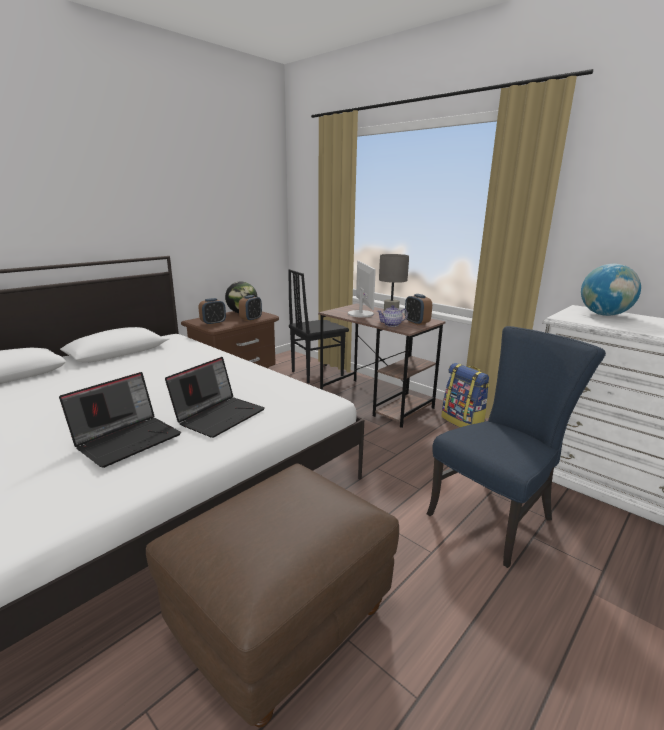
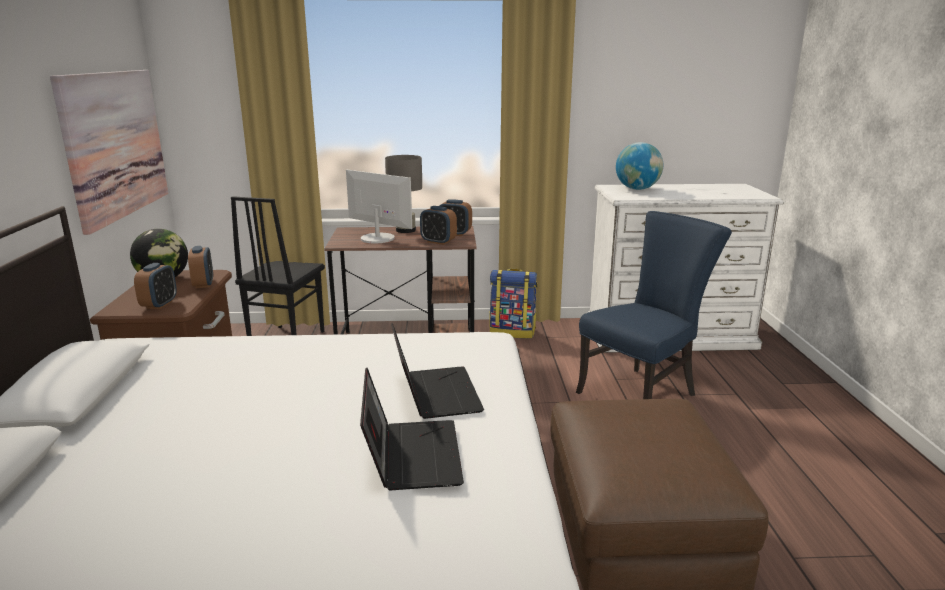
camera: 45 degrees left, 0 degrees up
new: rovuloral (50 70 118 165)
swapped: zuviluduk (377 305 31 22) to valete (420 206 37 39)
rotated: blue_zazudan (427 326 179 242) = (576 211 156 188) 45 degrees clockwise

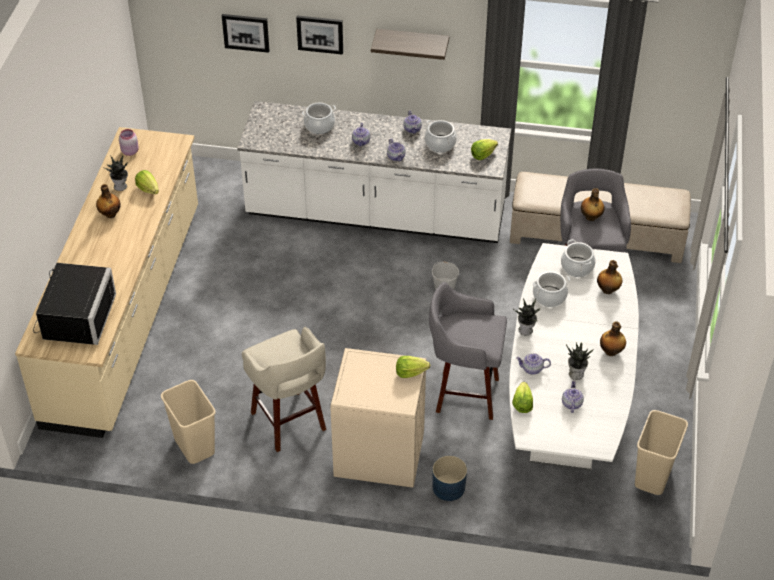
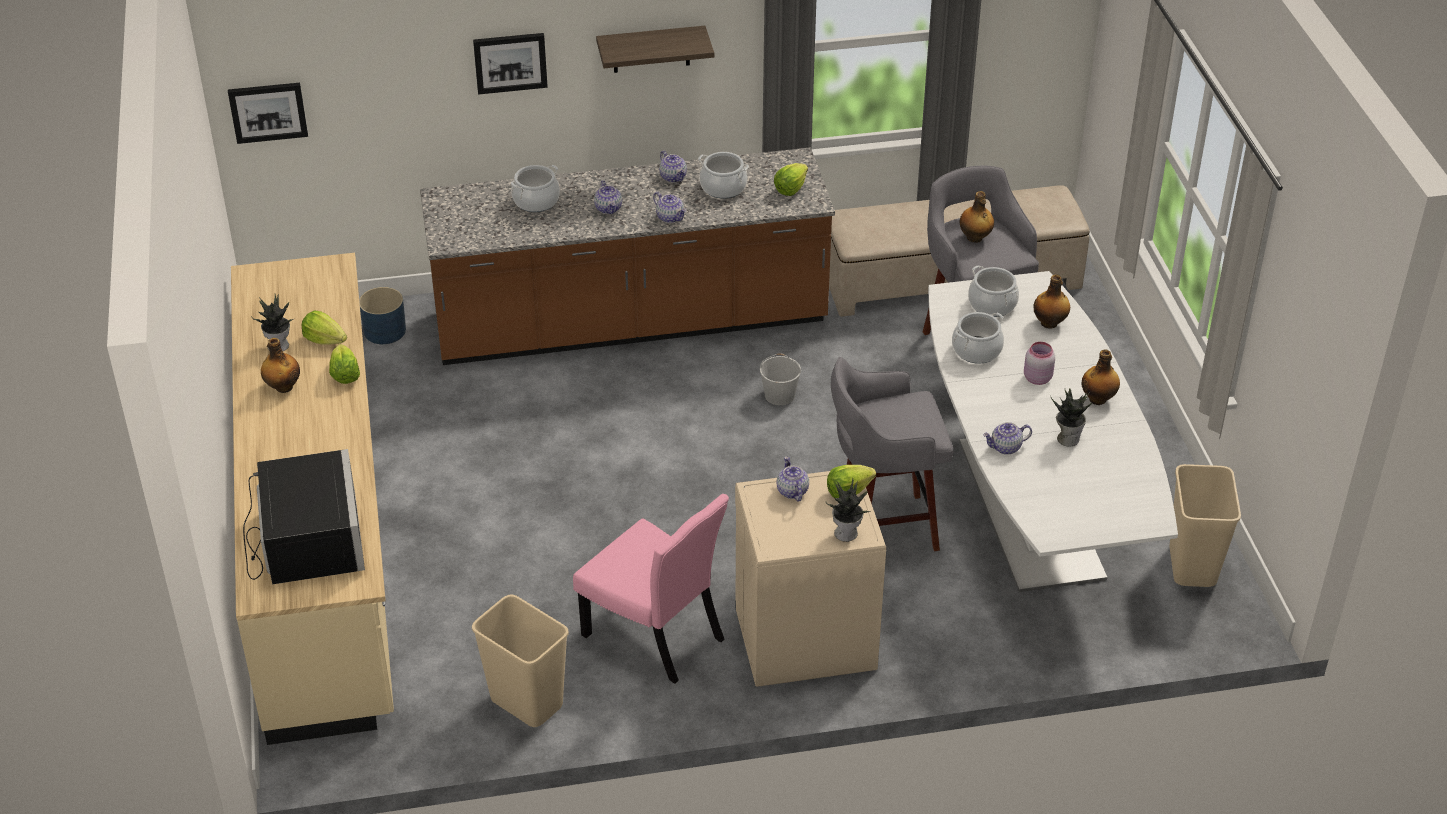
camera: 20 degrees left, 5 degrees down
shifted: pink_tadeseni (119 129 20 27) to (1024 342 31 43); rovuloral (222 14 48 39) to (228 83 80 61); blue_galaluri (432 456 35 45) to (359 287 47 57); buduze (512 382 21 31) to (329 344 31 40); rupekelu (513 298 28 37) to (826 478 45 64); zuviluduk (562 380 22 33) to (777 456 32 46)
swapped: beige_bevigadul (242 327 84 125) to pink_zazudan (573 494 156 190)
repainted: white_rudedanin (237 101 274 142) to brown_rudedanin (420 147 415 218)

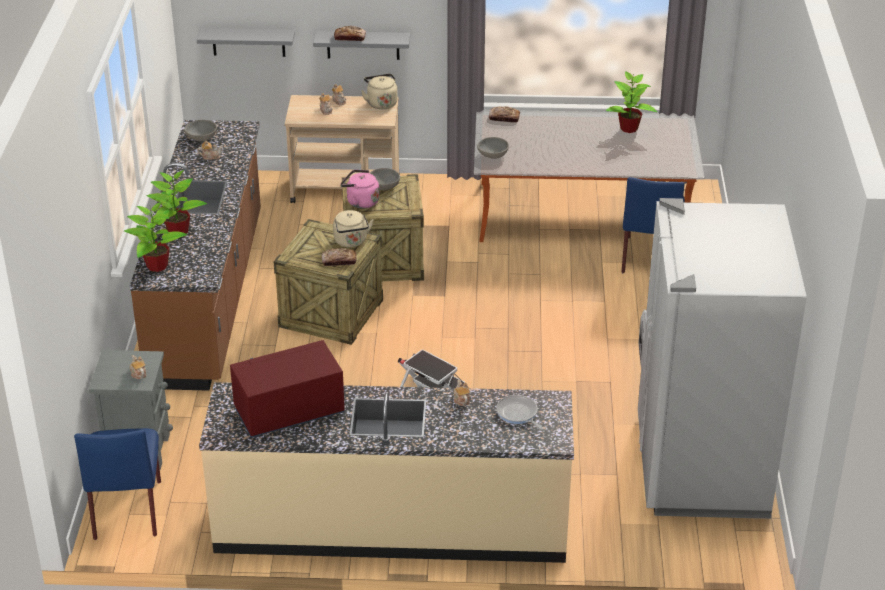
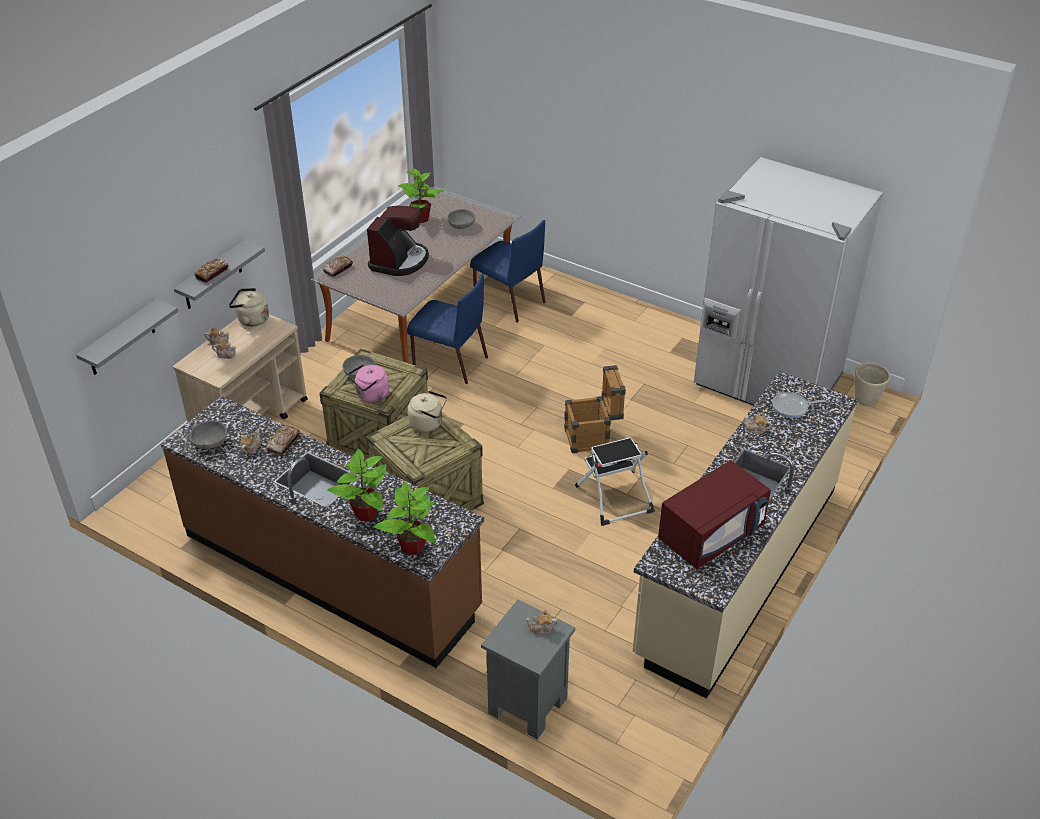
camera: 60 degrees left, 5 degrees up
new: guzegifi (367 206 62 70); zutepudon (564 365 62 88); beige_galaluri (854 362 36 44)
shifted: blue_zazudan (74 428 87 112) to (407 273 81 111); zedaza (322 248 34 18) to (266 425 34 30); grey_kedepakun (477 137 32 22) to (447 209 29 20)
rotated: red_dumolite (230 340 115 98) = (658 460 113 109) 135 degrees counterclockwise

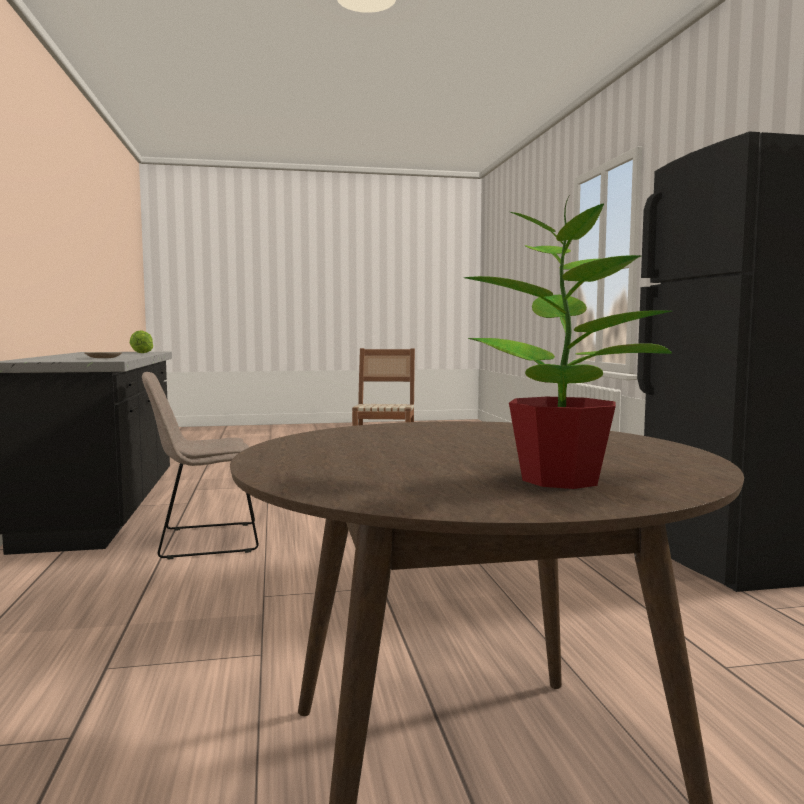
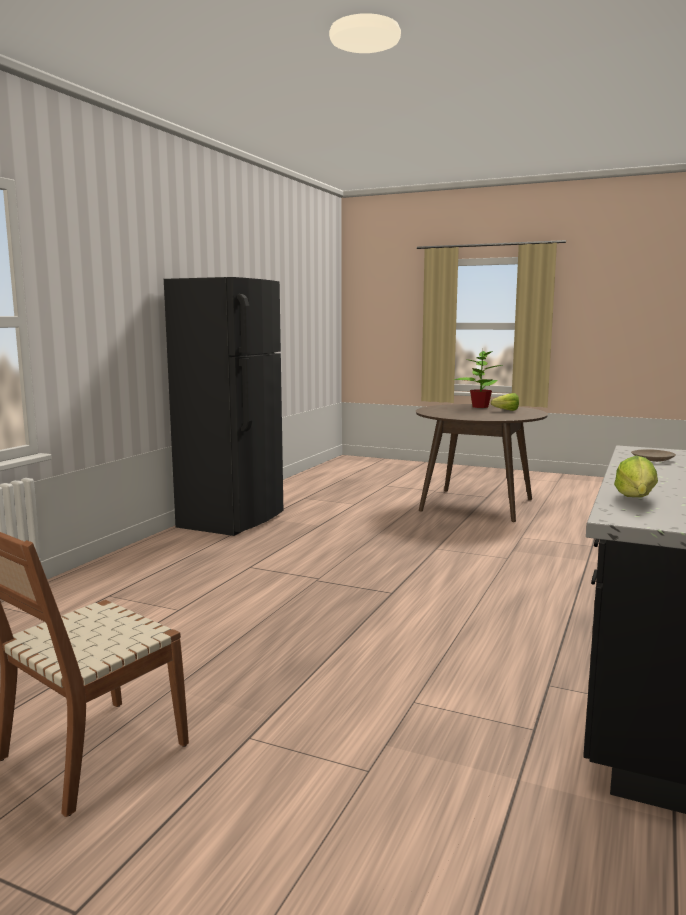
camera: 145 degrees left, 5 degrees up
gone: beige_zazudan (142 372 117 188)
new: buduze (491 393 28 18)

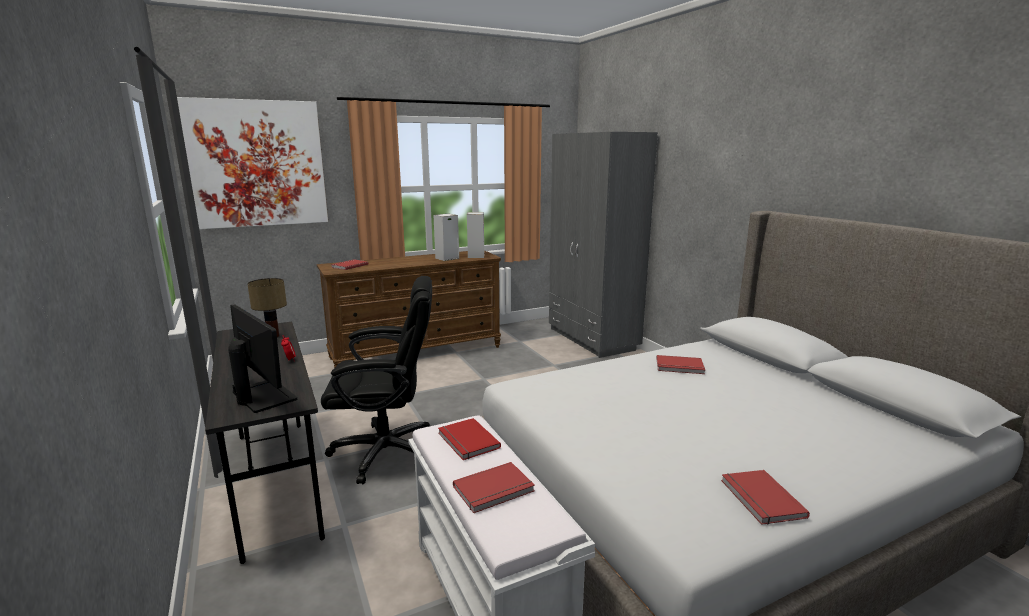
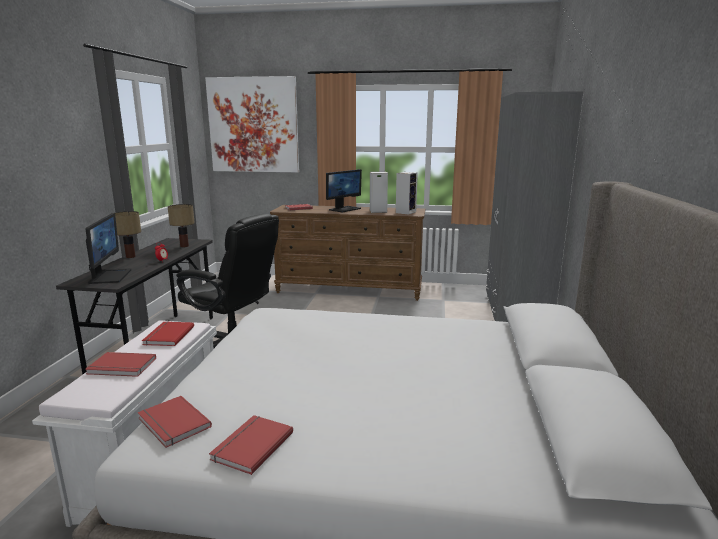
camera: 35 degrees right, 0 degrees up
new: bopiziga (115 211 26 47); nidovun (326 169 36 43)
shifted: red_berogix (656 355 49 19) to (138 396 74 52)

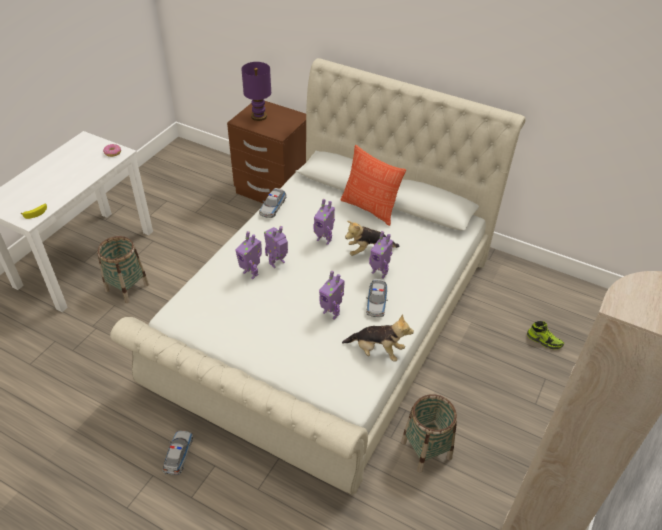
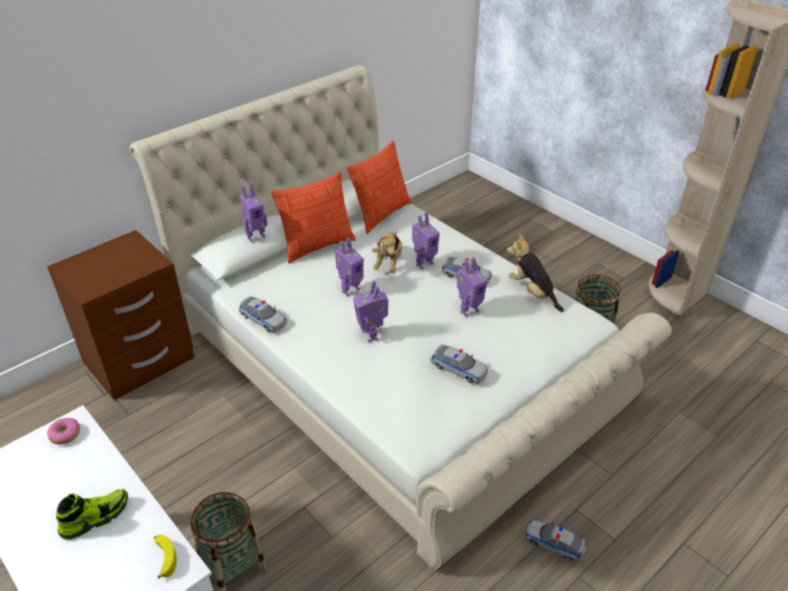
camera: 70 degrees left, 5 degrees down
gone: purple_bopiziga (241 62 30 59)
new: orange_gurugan (346 140 66 94); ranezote (430 344 58 40)
shifted: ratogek (235 231 27 48) to (240 184 27 58); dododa (527 321 37 29) to (56 489 72 51)
rotated: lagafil (342 314 72 48) = (507 234 57 78) 75 degrees counterclockwise

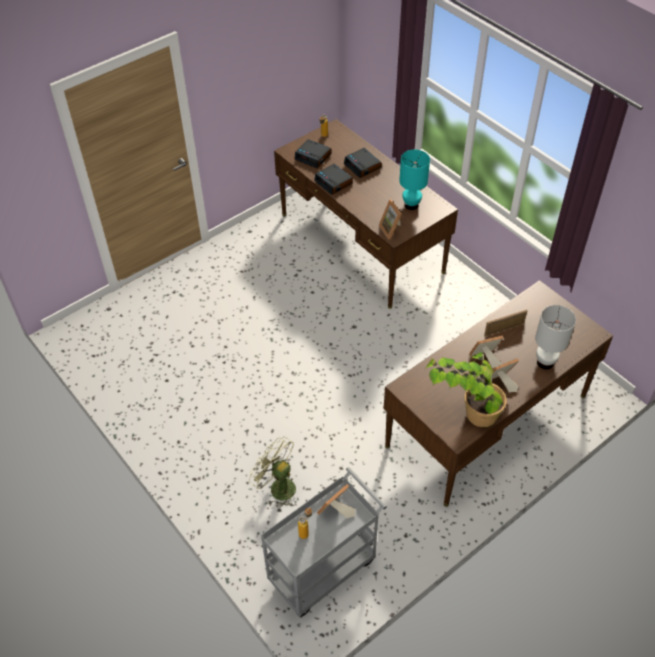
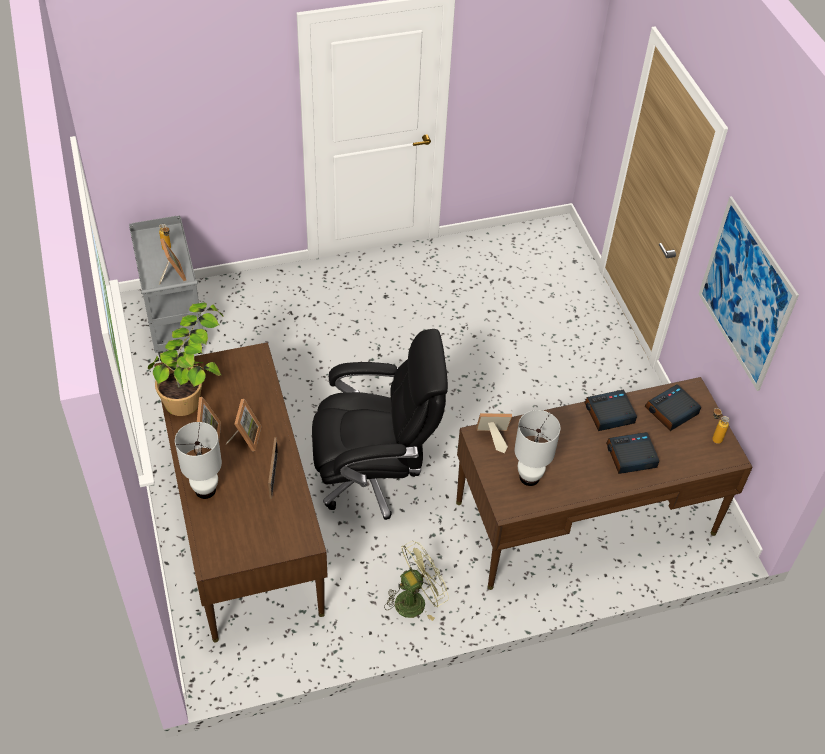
camera: 110 degrees right, 0 degrees up
new: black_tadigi (312 329 136 191); rovuloral (699 196 100 195)
shifted: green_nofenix (249 437 47 71) to (384 541 65 80)
repainted: turquoise_bopiziga (399 150 31 60) to white_bopiziga (514 410 46 76)

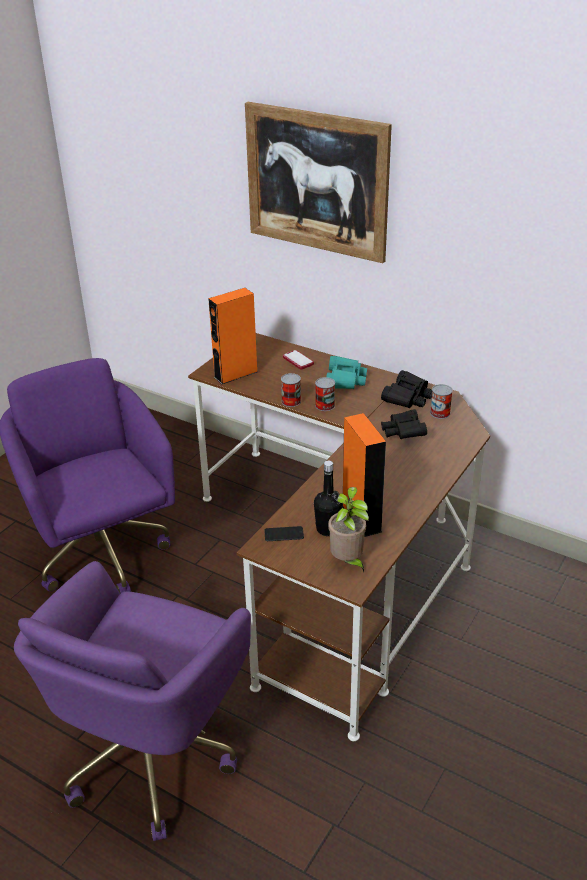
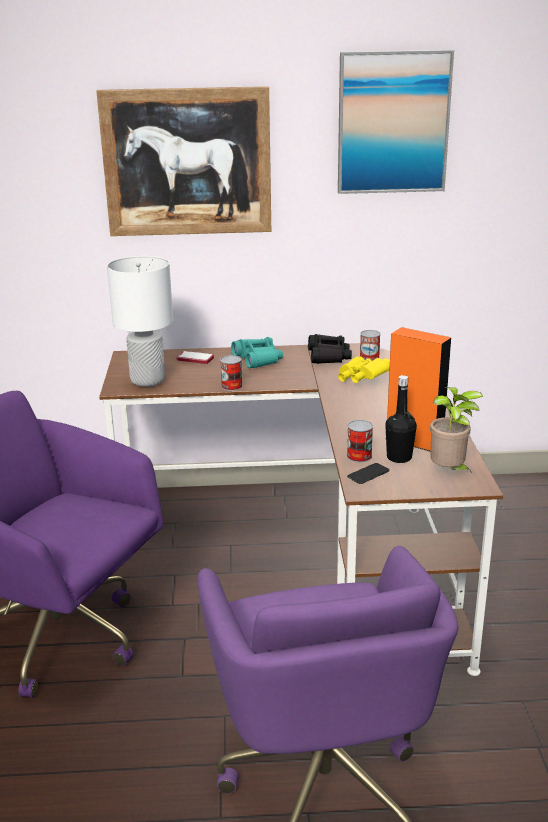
camera: 35 degrees left, 10 degrees down
new: rovuloral (338 50 116 144)
shifted: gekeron (315 377 20 34) to (347 420 26 42)
swapped: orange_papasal (208 288 50 96) to white_bopiziga (107 256 66 131)
repainted: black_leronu (381 409 46 30) to yellow_leronu (338 356 52 27)

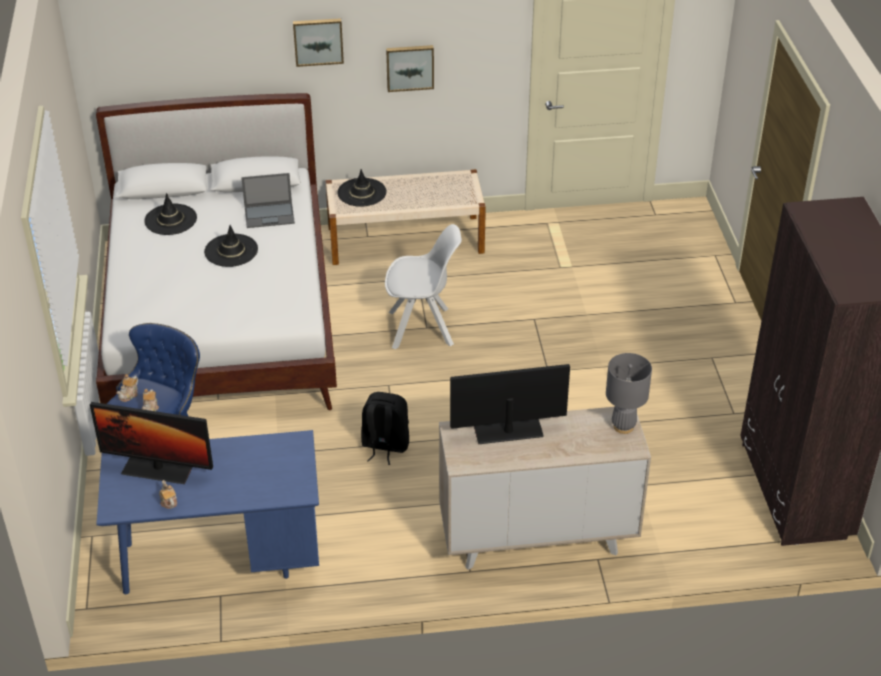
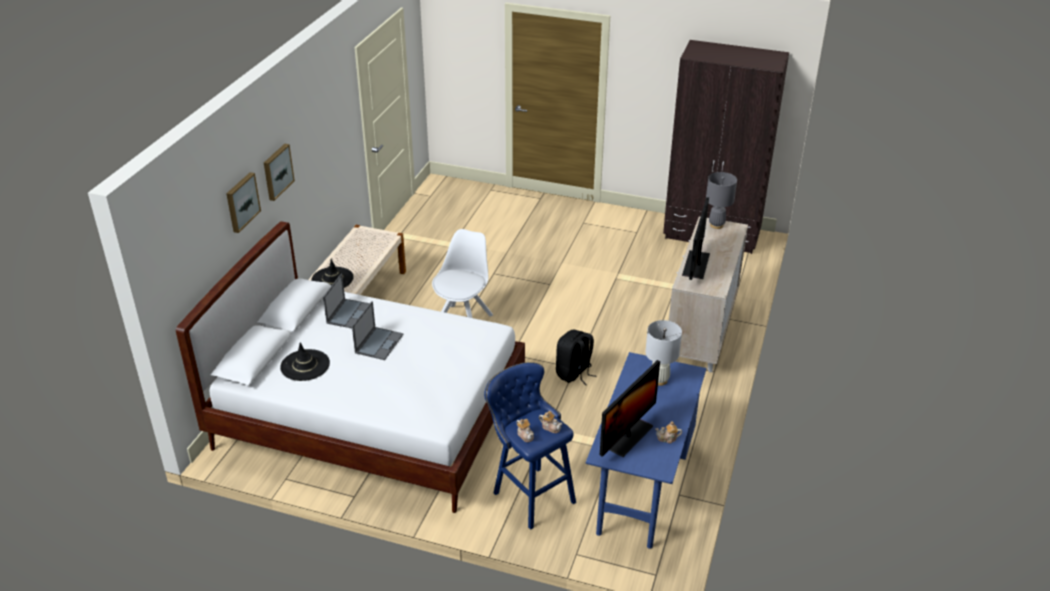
camera: 65 degrees left, 5 degrees down
new: white_bopiziga (645 320 37 66)
shifted: rovuloral (386 45 48 47) to (226 172 35 61)
swapped: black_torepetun (204 225 54 42) to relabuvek (352 301 51 59)

